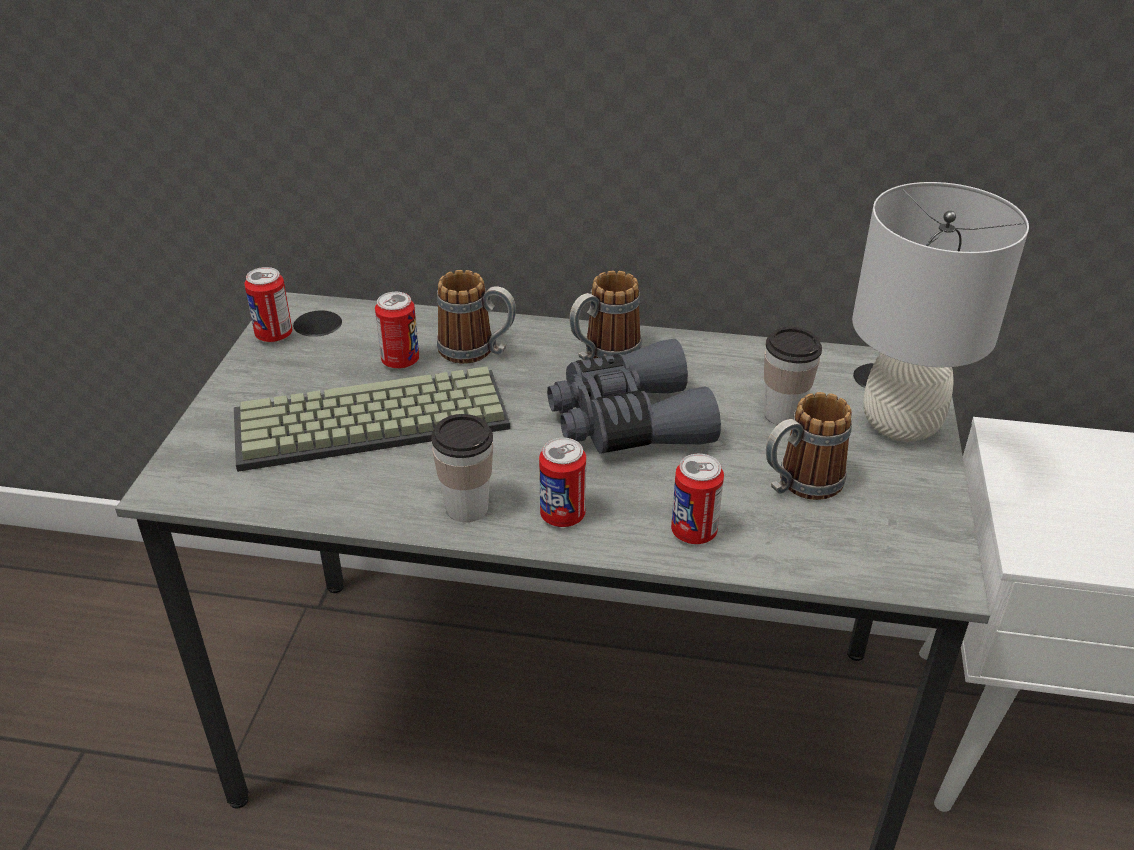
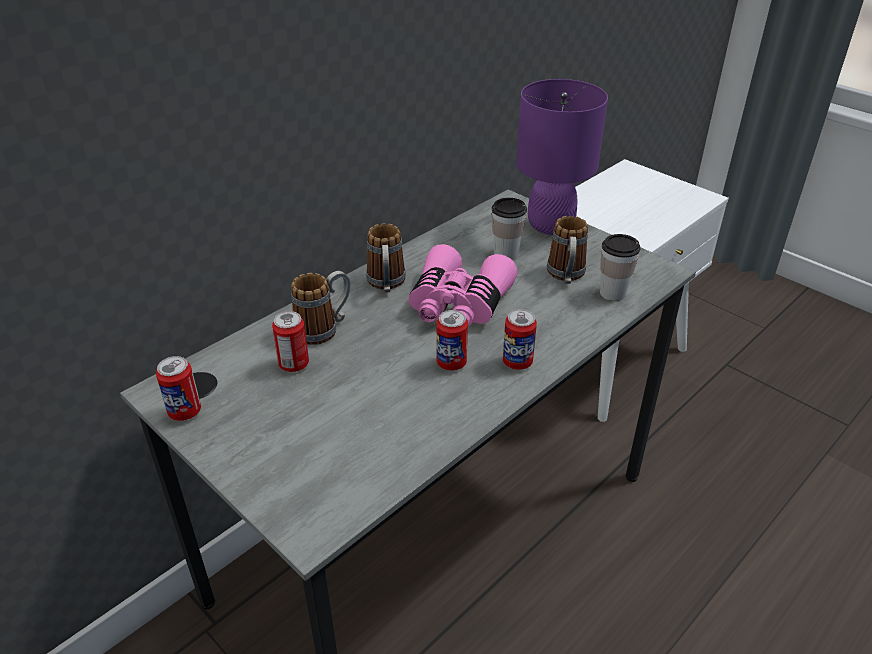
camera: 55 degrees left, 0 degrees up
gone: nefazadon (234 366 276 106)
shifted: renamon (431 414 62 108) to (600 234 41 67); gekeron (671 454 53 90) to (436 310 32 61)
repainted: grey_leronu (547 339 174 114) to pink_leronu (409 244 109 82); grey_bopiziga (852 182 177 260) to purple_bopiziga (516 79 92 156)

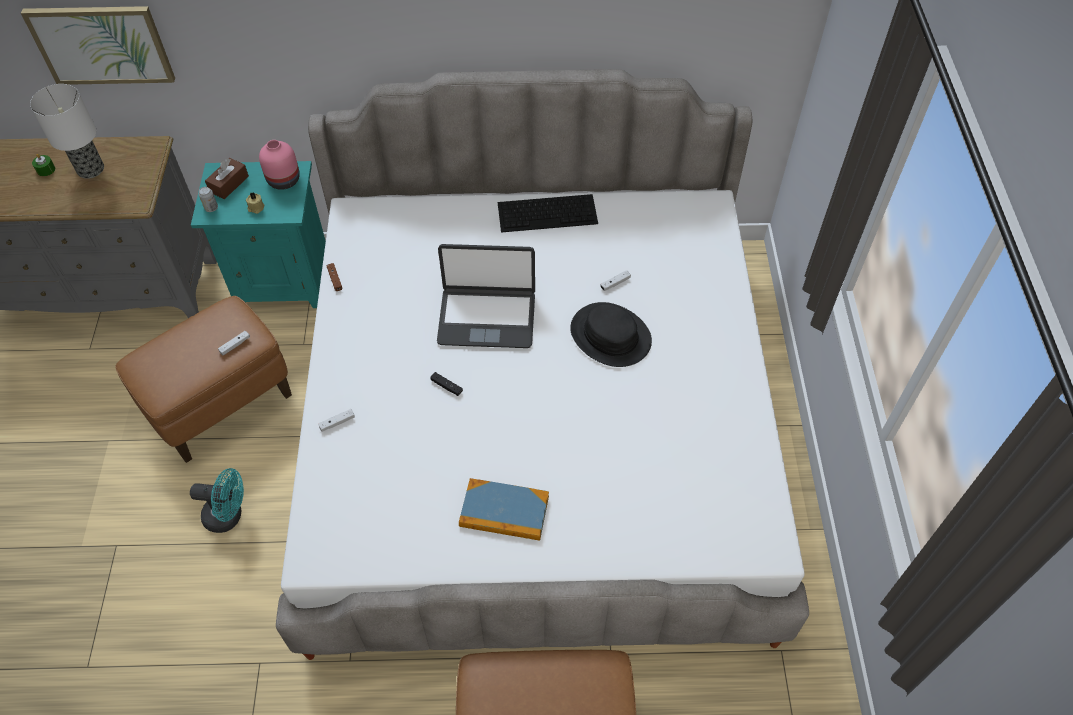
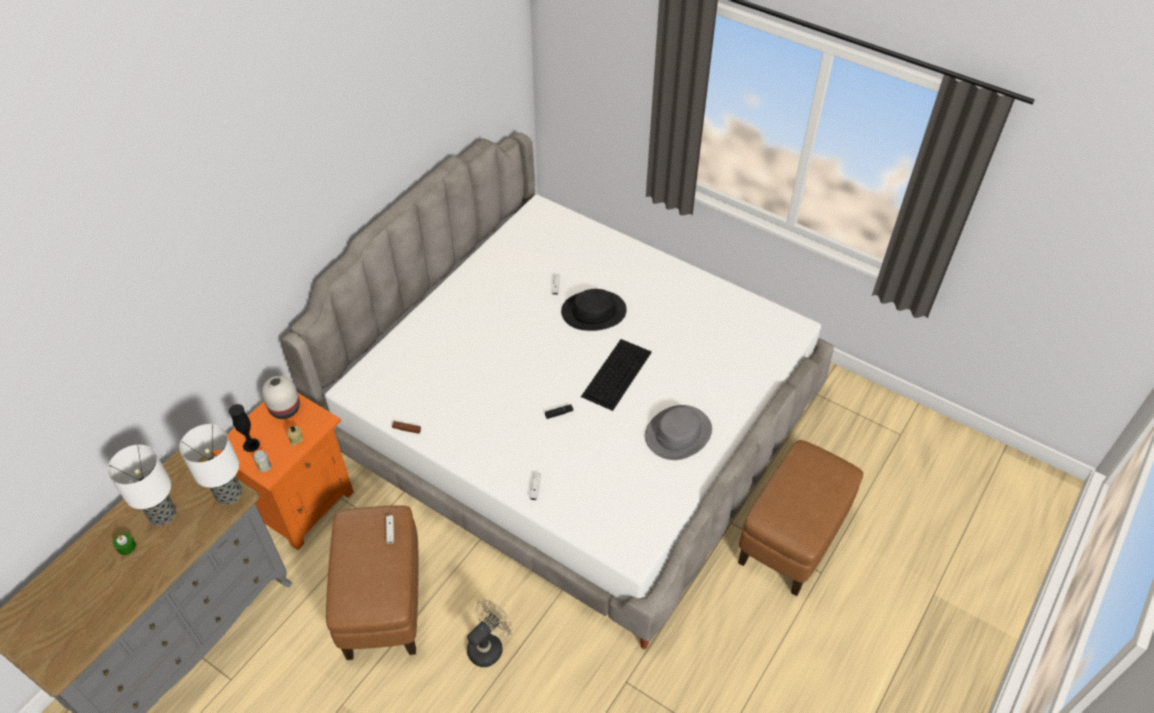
camera: 55 degrees left, 5 degrees down
gone: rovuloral (21 6 154 79); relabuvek (437 244 98 104)
new: bopiziga (179 424 63 81)
shifted: nefazadon (498 194 100 39) to (581 339 71 72)
swapped: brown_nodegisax (205 158 44 41) to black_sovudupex (229 404 31 48); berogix (459 478 90 63) to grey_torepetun (645 405 67 55)
repainted: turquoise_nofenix (190 468 54 65) to beige_nofenix (467 599 46 68); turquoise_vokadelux (191 161 135 147) to orange_vokadelux (211 392 143 158); pink_sovudupex (259 140 41 50) to white_sovudupex (262 376 38 43)

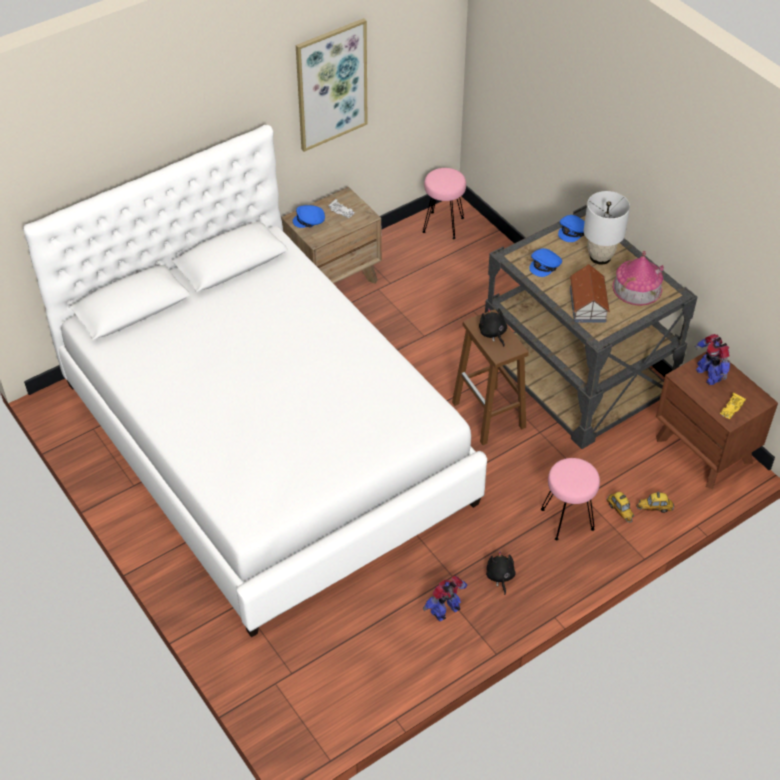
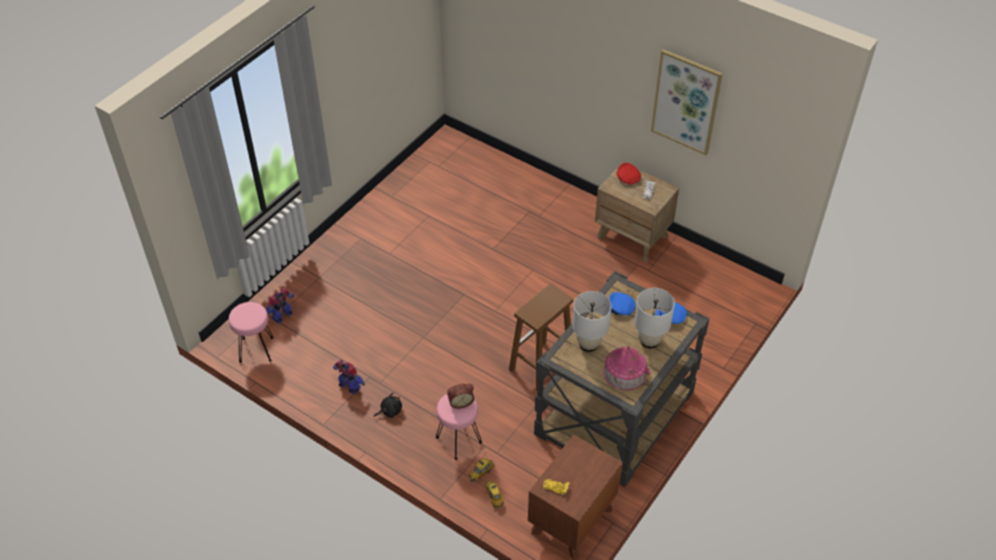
camera: 70 degrees right, 0 degrees up
gone: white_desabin (23 125 464 512); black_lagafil (479 308 28 39)
new: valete (447 384 27 25)
shifted: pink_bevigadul (423 168 43 71) to (229 302 45 61); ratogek (695 334 35 51) to (266 289 28 35)
swapped: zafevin (570 264 40 58) to white_bopiziga (572 291 39 61)
repainted: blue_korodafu (293 205 32 23) to red_korodafu (616 163 25 22)

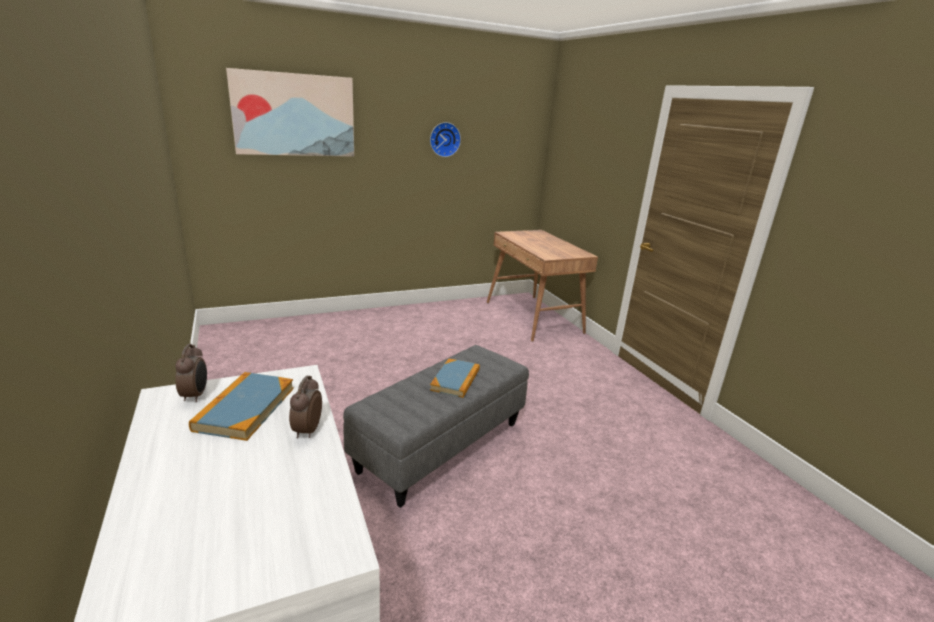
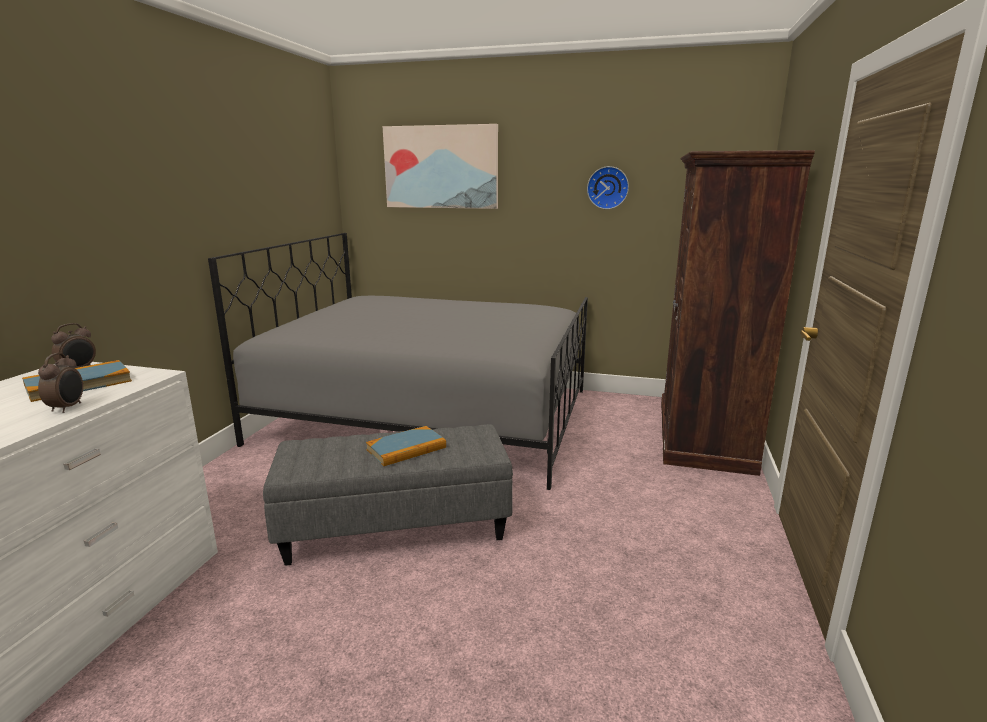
camera: 40 degrees right, 5 degrees down
new: grey_desabin (208 233 380 257)
swapped: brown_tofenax (487 230 111 112) to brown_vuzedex (661 150 154 326)
rotated: valete (289 376 33 63) = (38 353 45 60) 135 degrees clockwise

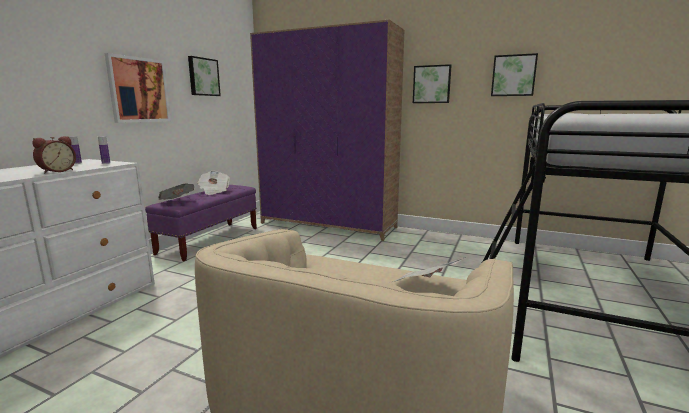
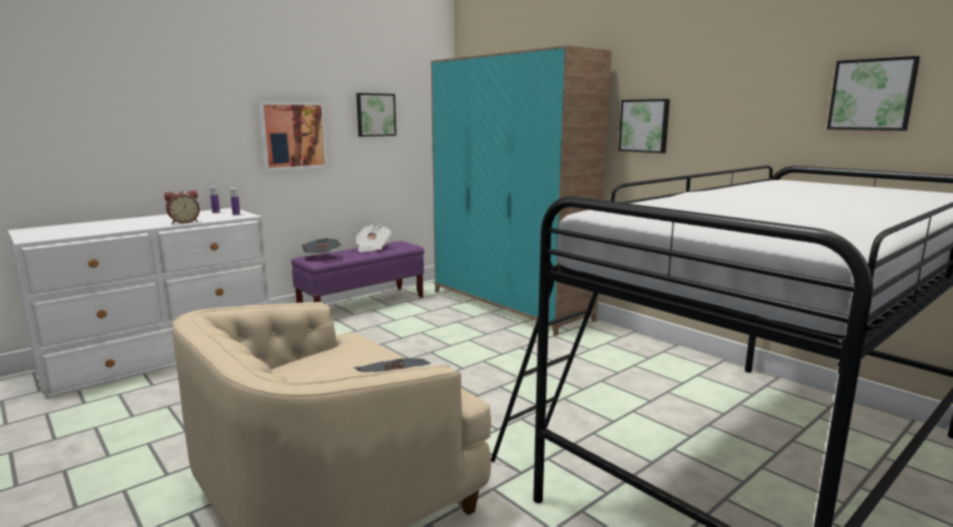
camera: 25 degrees right, 0 degrees up
shifted: rovuloral (491 53 47 43) to (827 56 93 75)
repainted: purple_vuzedex (250 19 154 222) to turquoise_vuzedex (431 45 181 291)

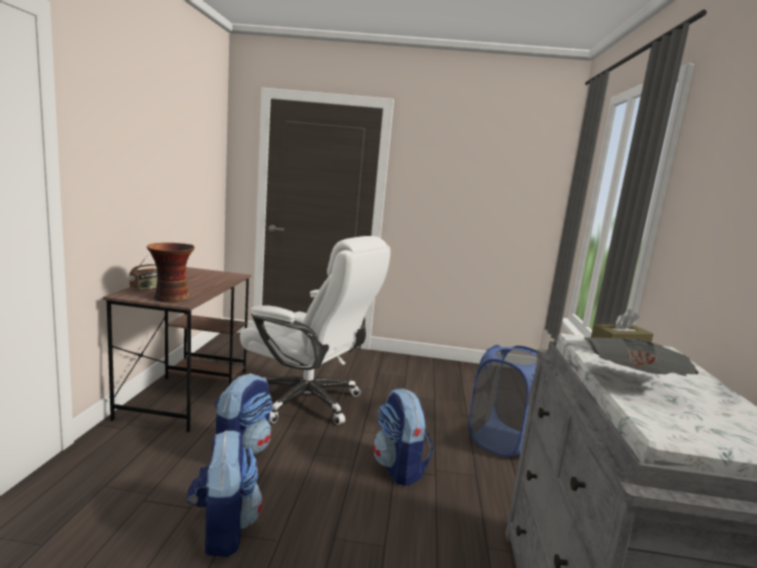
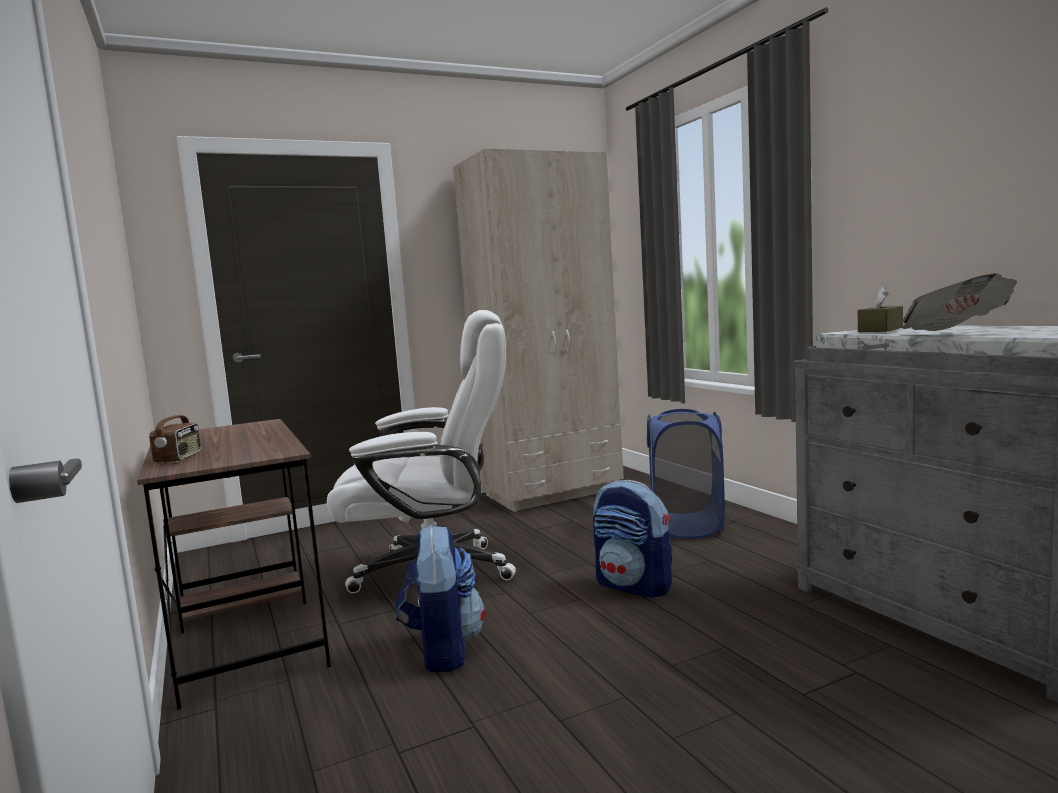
camera: 30 degrees left, 5 degrees down
gone: sovudupex (147 243 48 60); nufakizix (187 430 75 127)
new: beige_vuzedex (453 149 171 363)

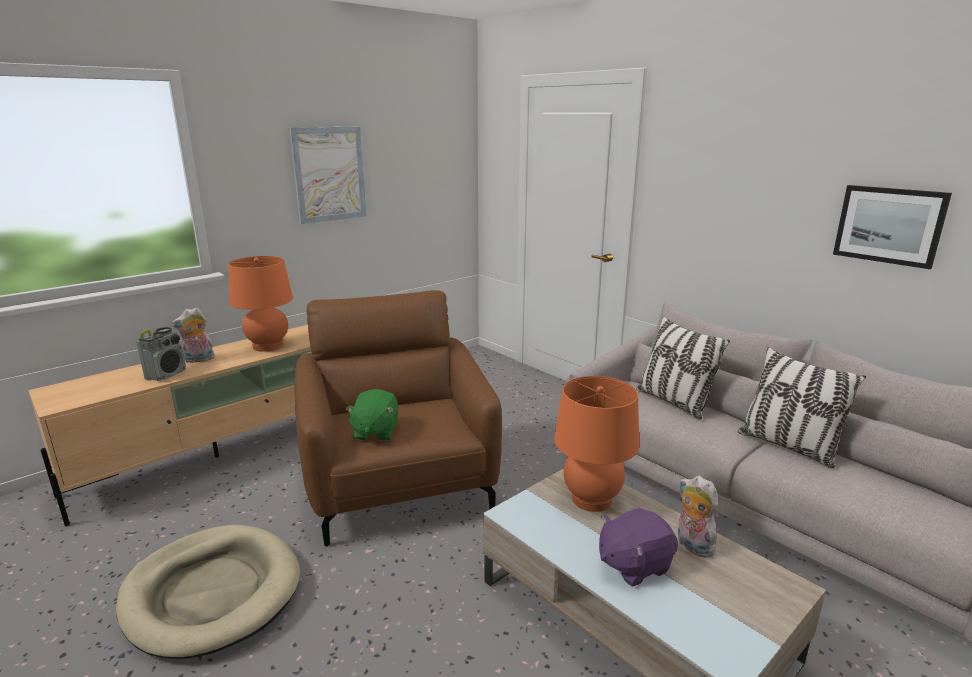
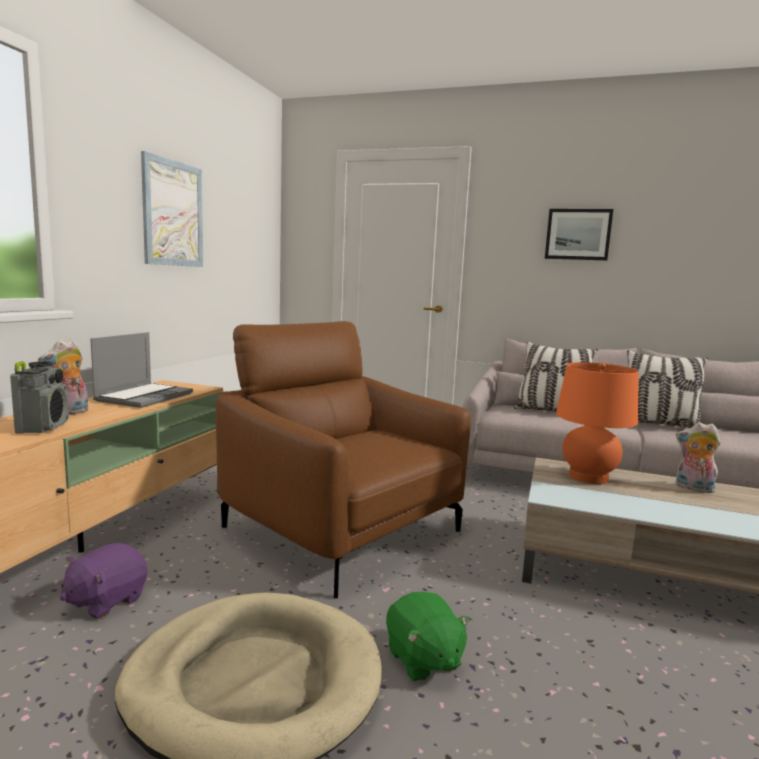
camera: 30 degrees left, 10 degrees down
shifted: green_lagafil (345 389 54 52) to (386 592 85 90); purple_lagafil (599 508 79 79) to (60 543 87 76); rovuloral (833 185 119 84) to (545 209 68 51)
swapped: orange_bopiziga (228 256 65 96) to relabuvek (90 332 103 76)

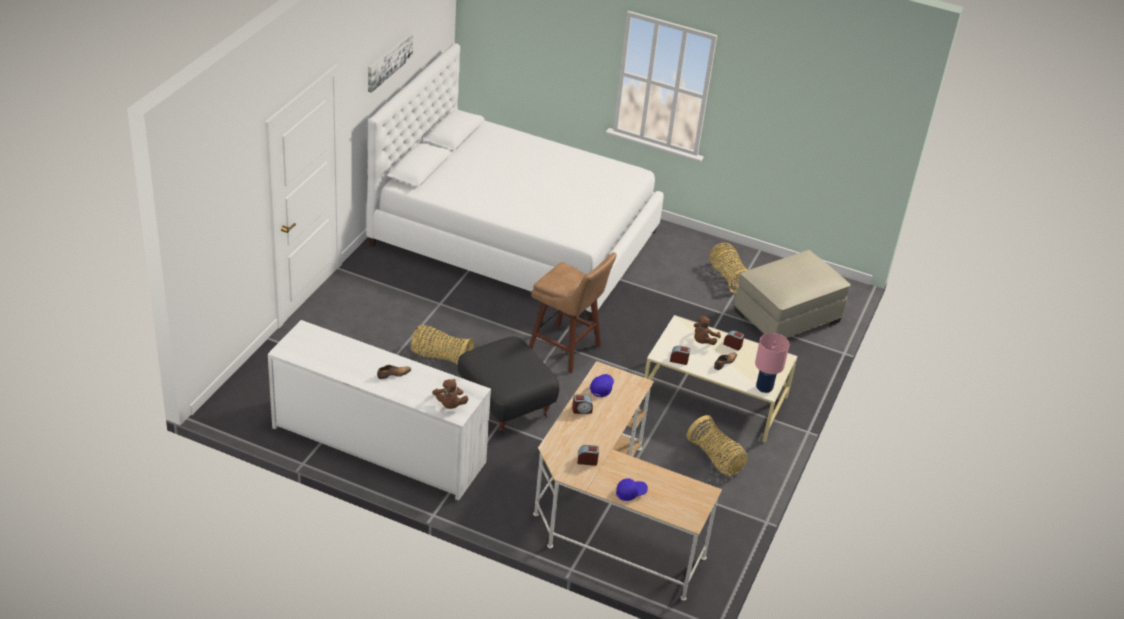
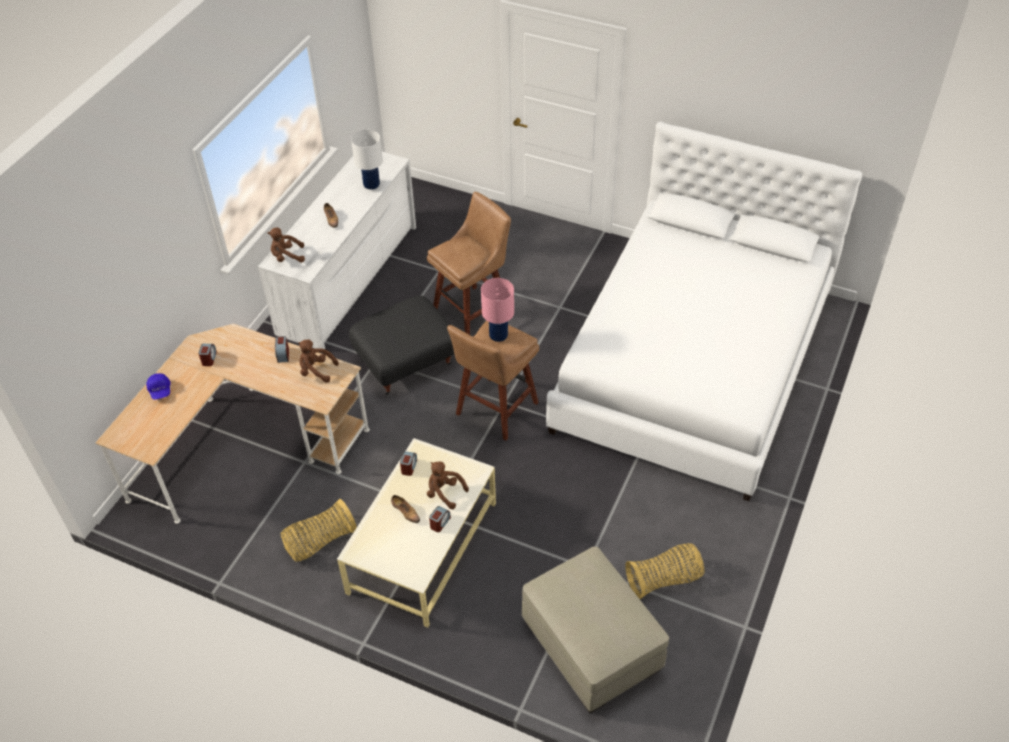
camera: 95 degrees right, 10 degrees up
gone: rovuloral (368 32 45 61)
new: white_bopiziga (351 129 32 61)
shifted: pink_bopiziga (755 333 34 60) to (481 278 33 64)
swapped: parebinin (411 325 63 40) to brown_bevigadul (427 192 84 143); blue_korodafu (590 374 24 23) to brown_lagafil (298 339 41 44)

